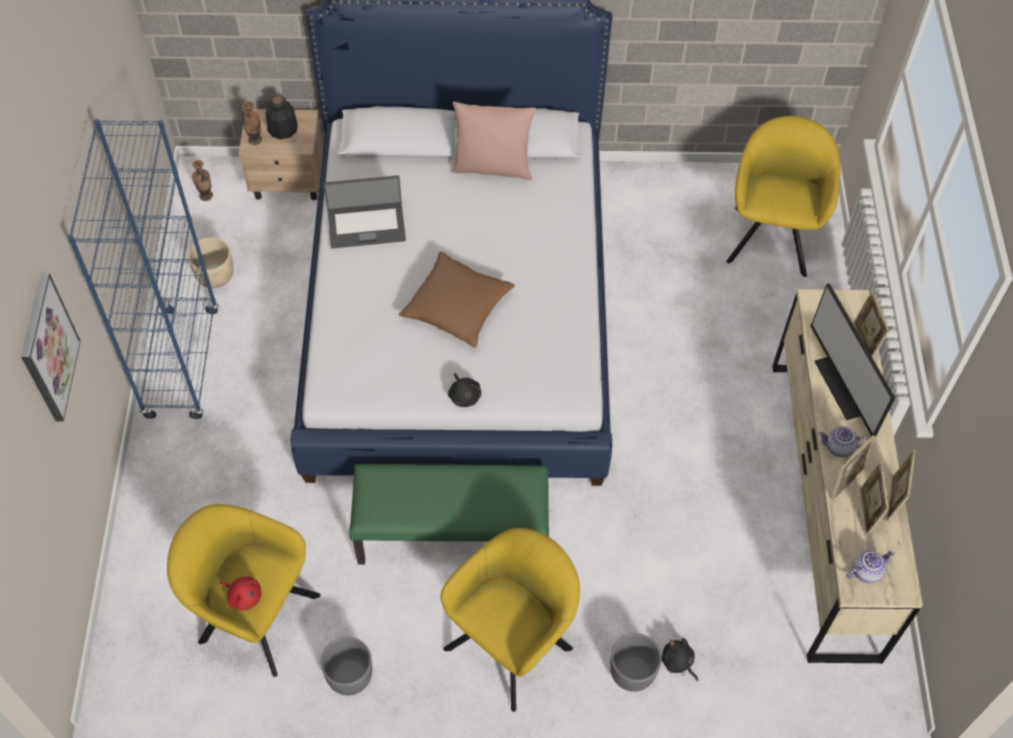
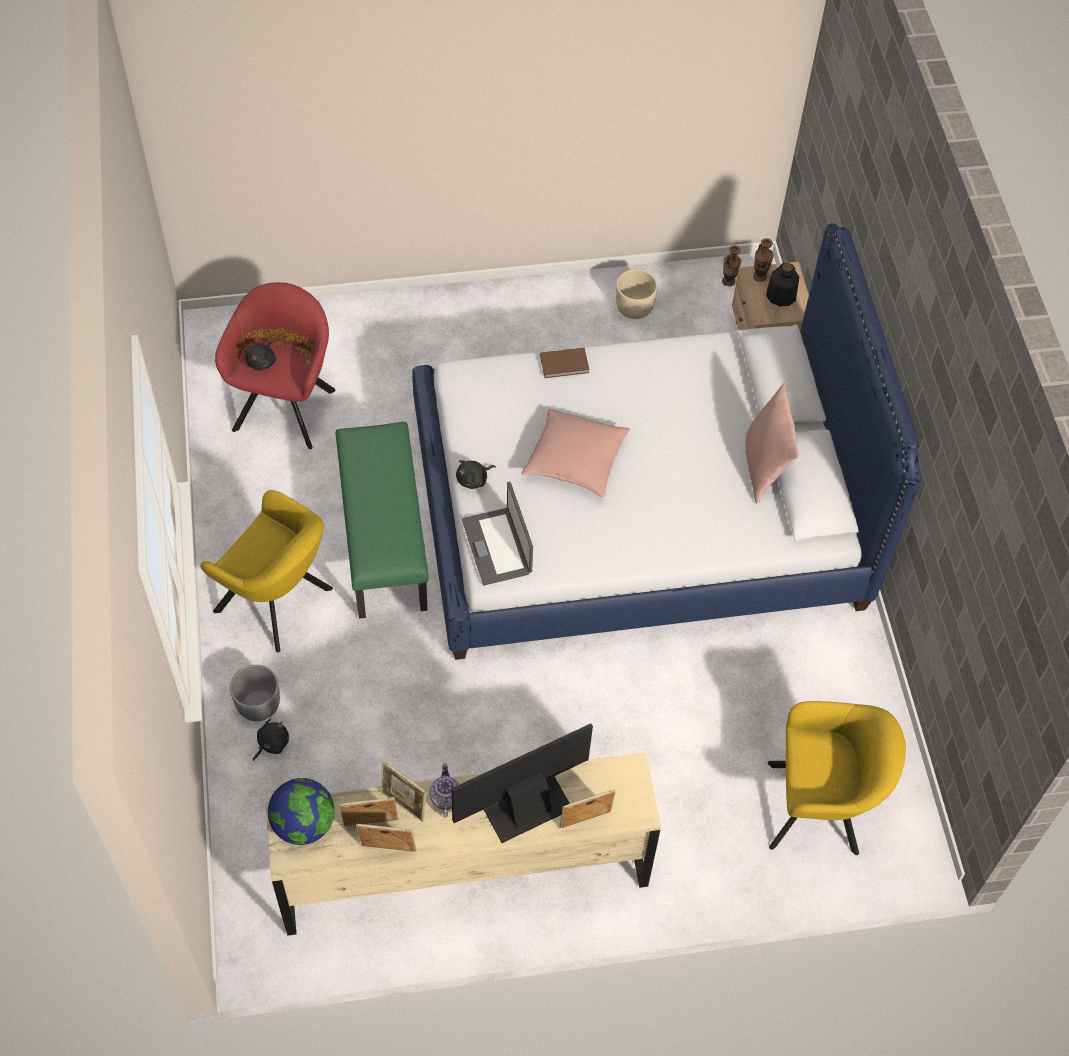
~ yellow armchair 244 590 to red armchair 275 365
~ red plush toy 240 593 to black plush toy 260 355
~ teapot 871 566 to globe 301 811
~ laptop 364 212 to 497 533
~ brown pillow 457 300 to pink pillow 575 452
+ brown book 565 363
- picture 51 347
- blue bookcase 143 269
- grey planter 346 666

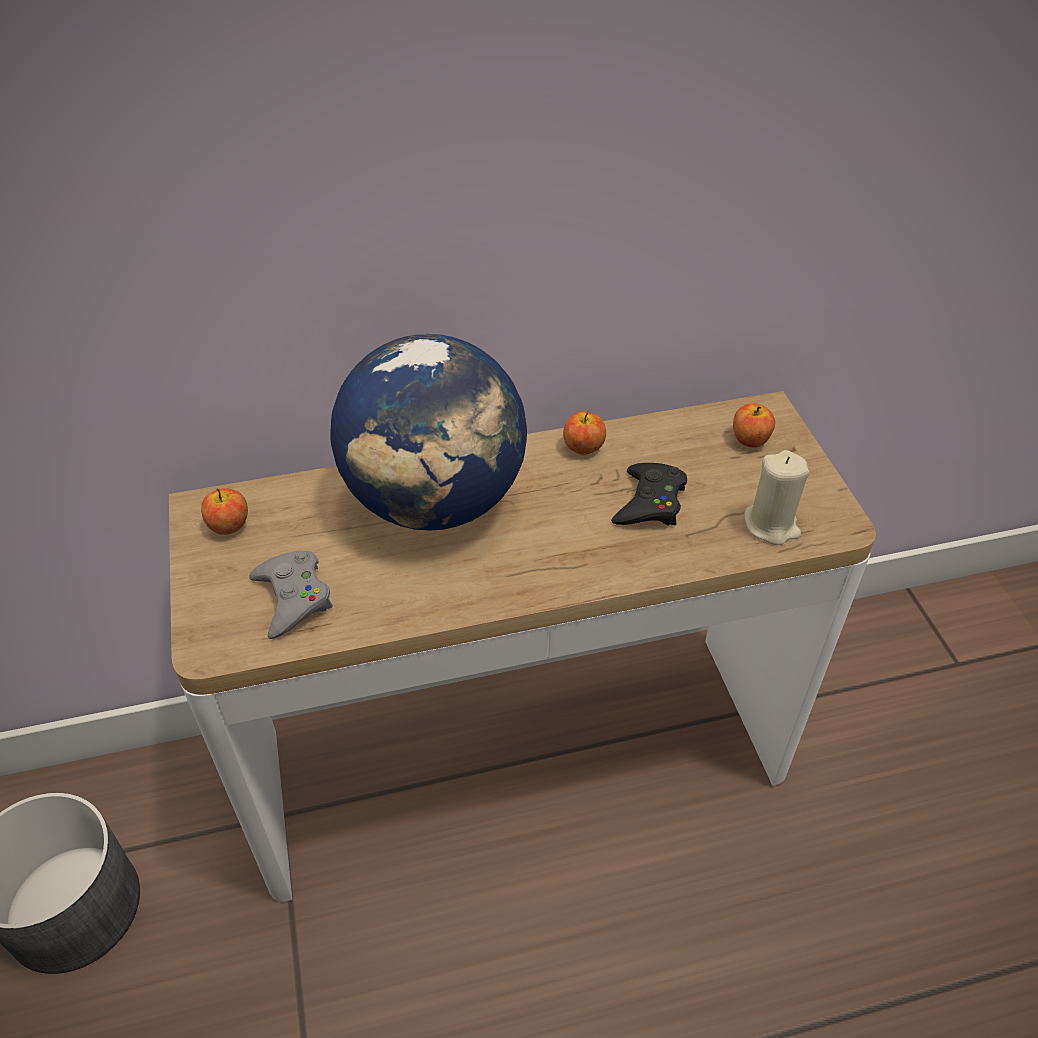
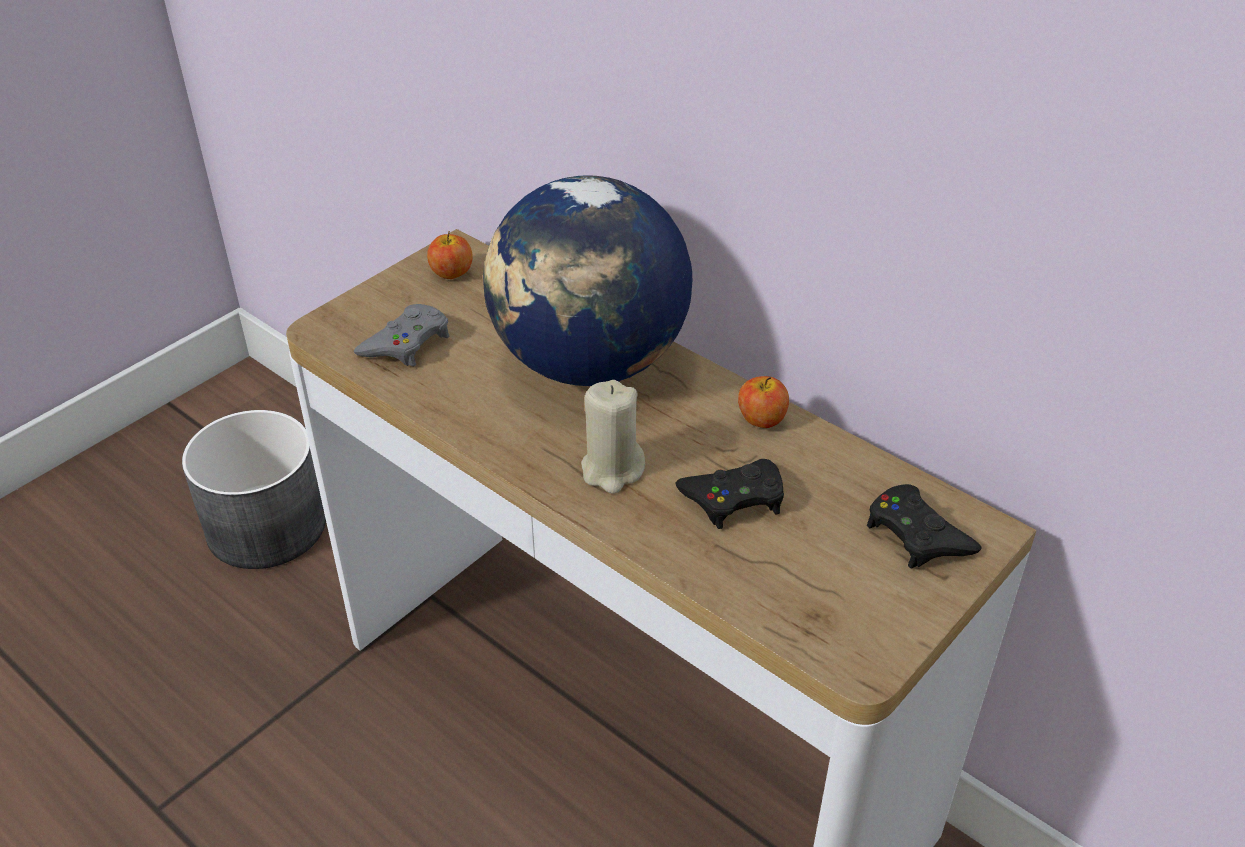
~ beige candle 776 497 to 613 437
~ apple 754 425 to black game controller 924 526

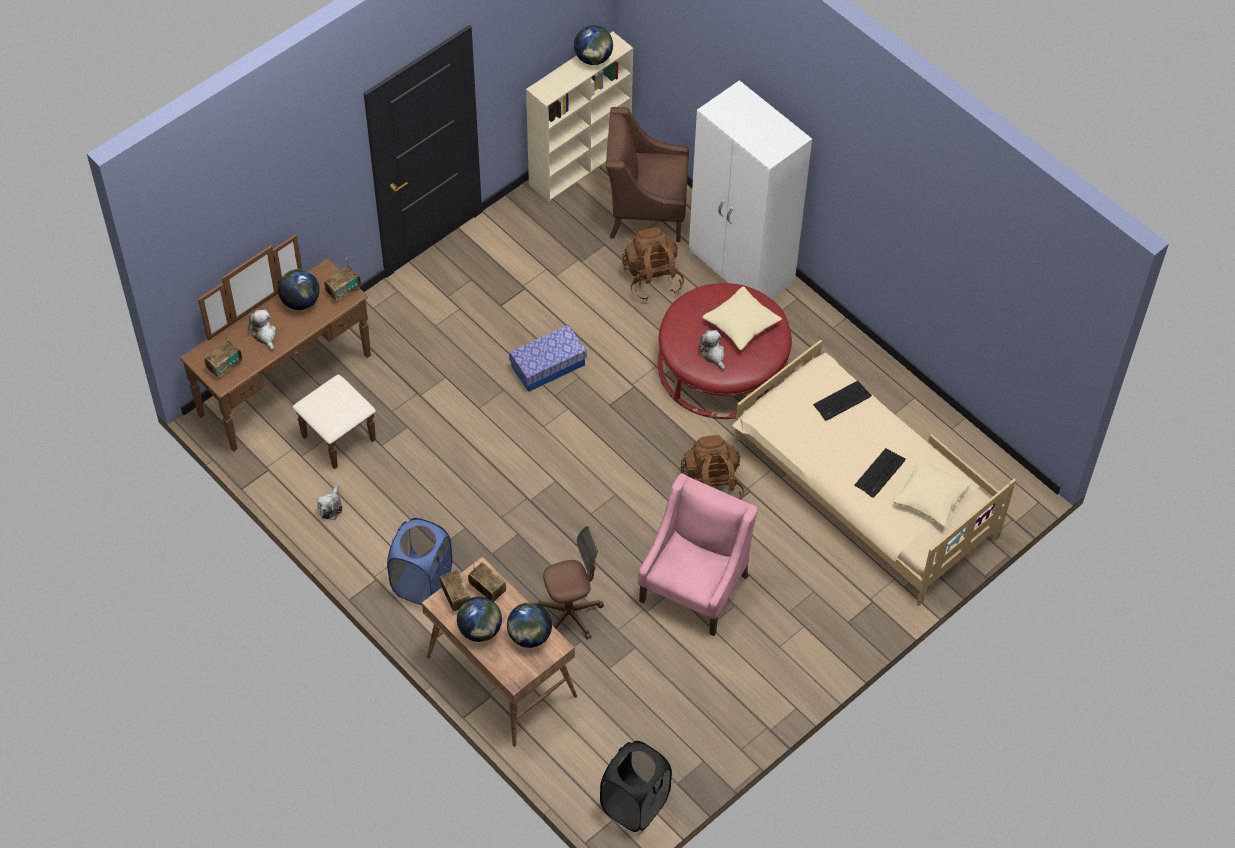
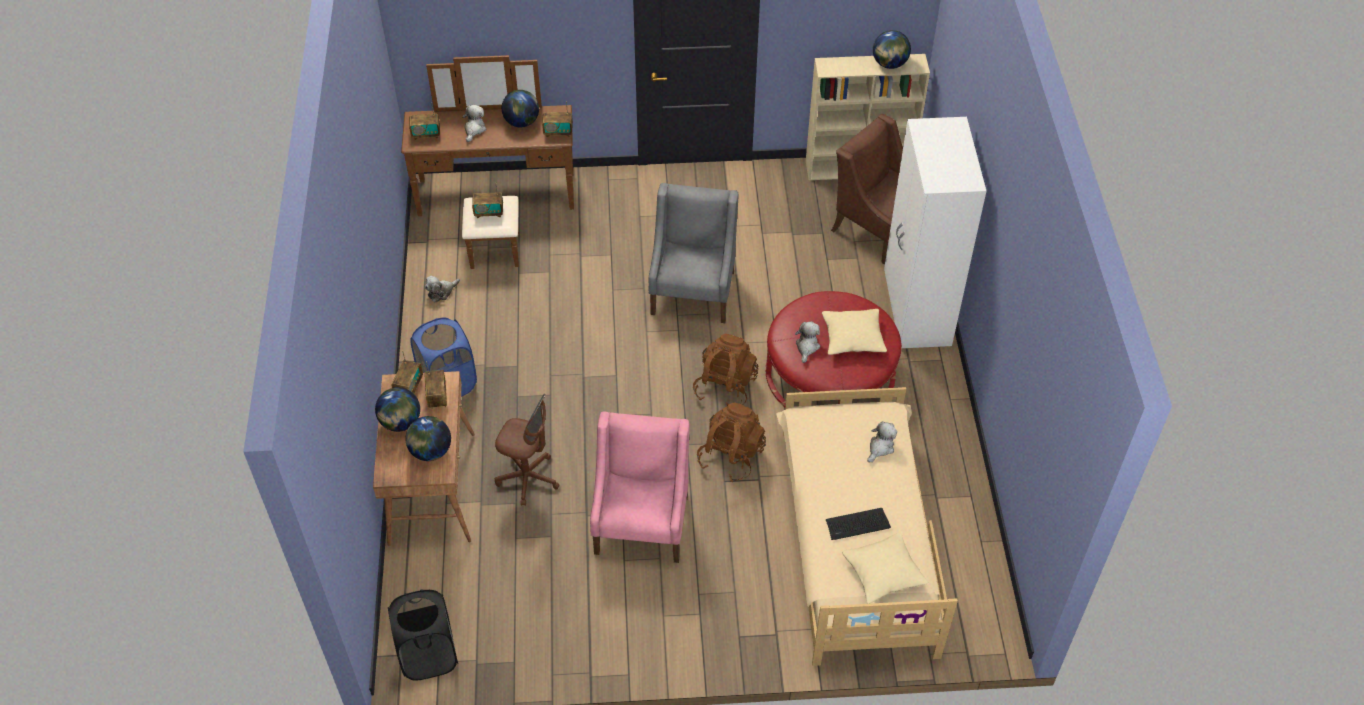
+ radio 487 200
~ pink armchair 698 555 = 639 487 60 degrees counterclockwise
~ storage box 548 358 to grey armchair 693 253
~ brown backpack 653 264 to 725 370
~ keyboard 842 401 to plush toy 882 441

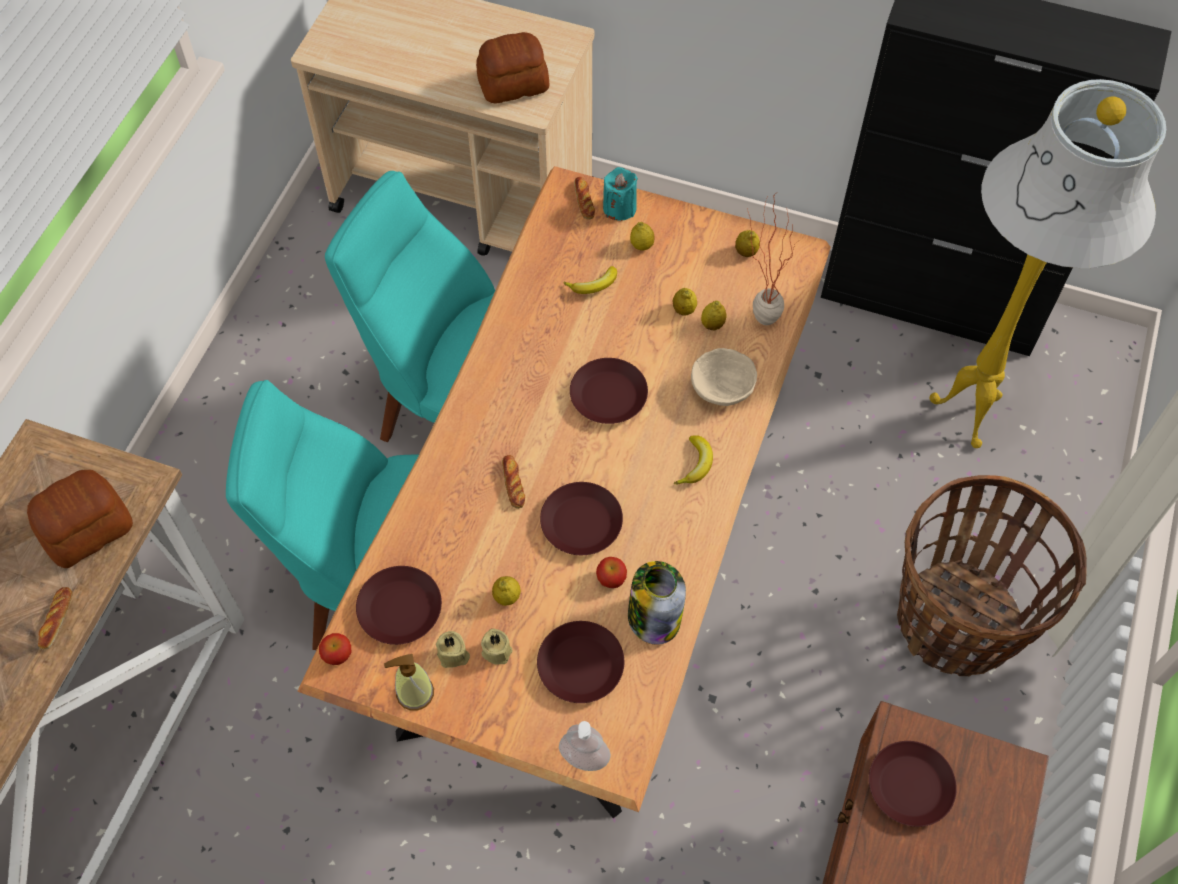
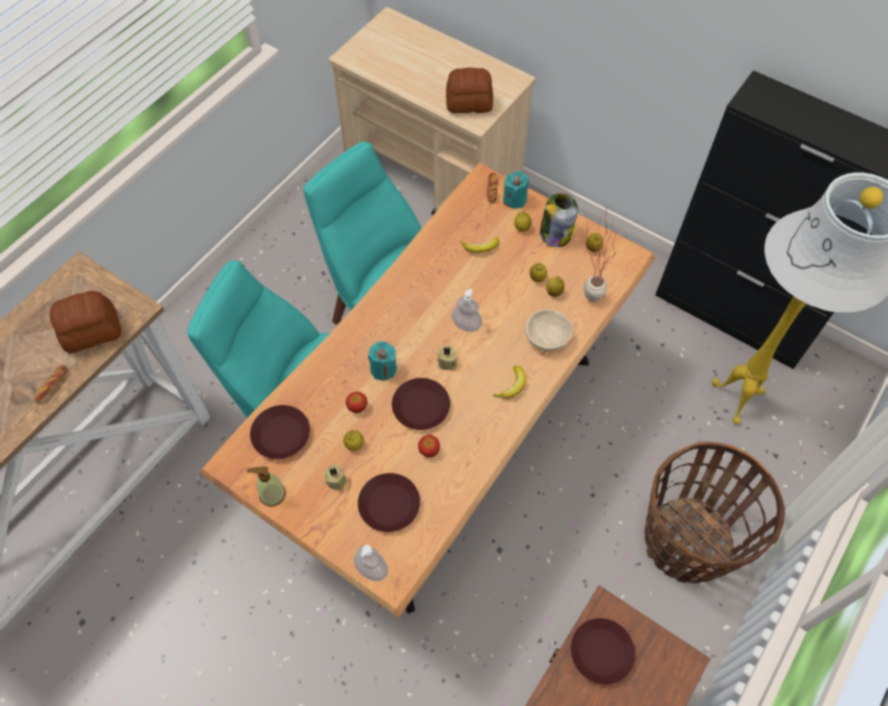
~ apple 335 649 to 356 402
~ bread 513 482 to turquoise candle 382 360
~ beige candle 453 649 to 447 358
~ brown plate 609 391 to soap dispenser 467 310
~ jar 657 603 to 559 220

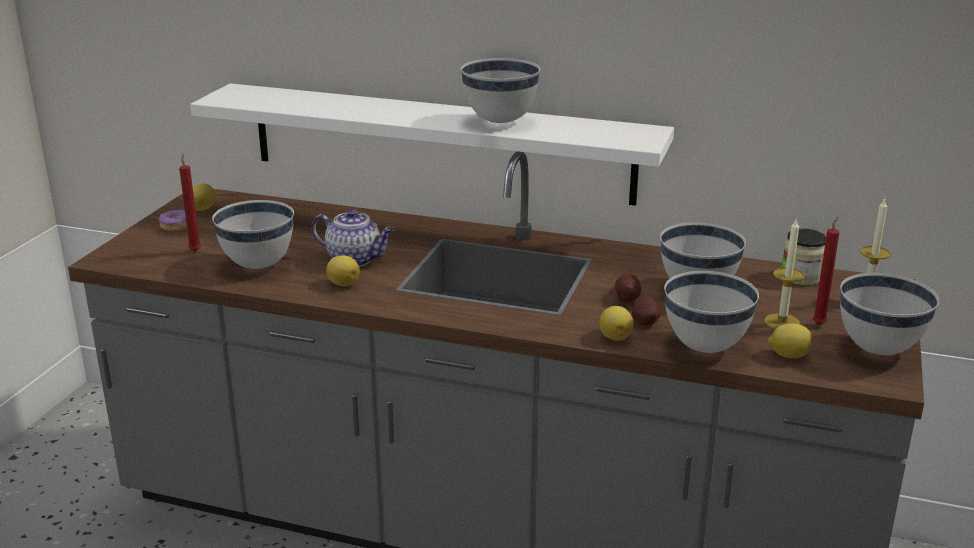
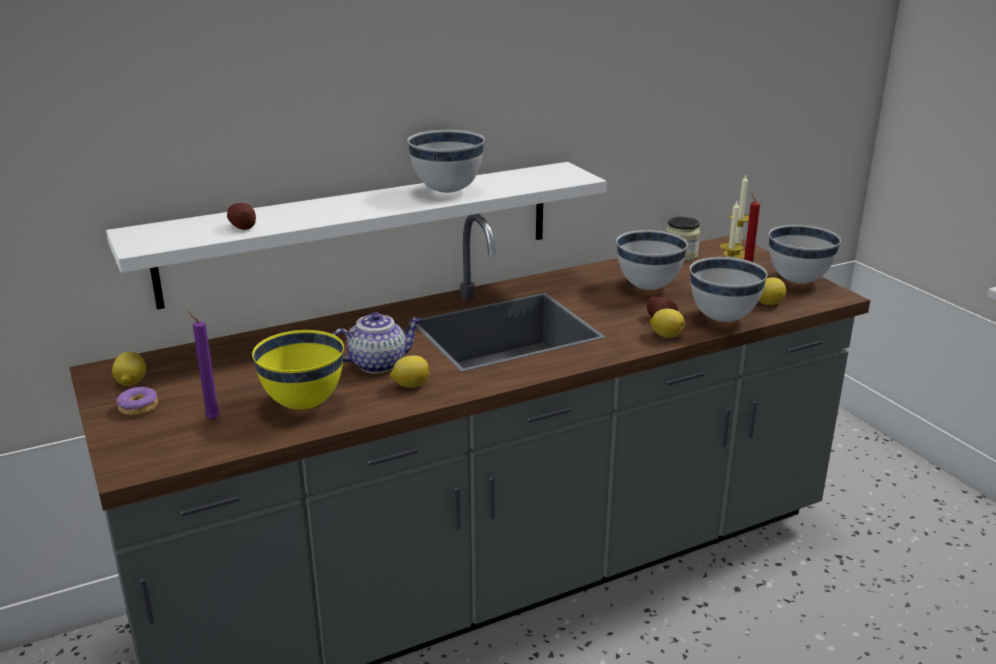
~ red candle 190 202 to purple candle 204 365
~ potato 628 288 to 241 216
~ white bowl 253 234 to yellow bowl 298 370

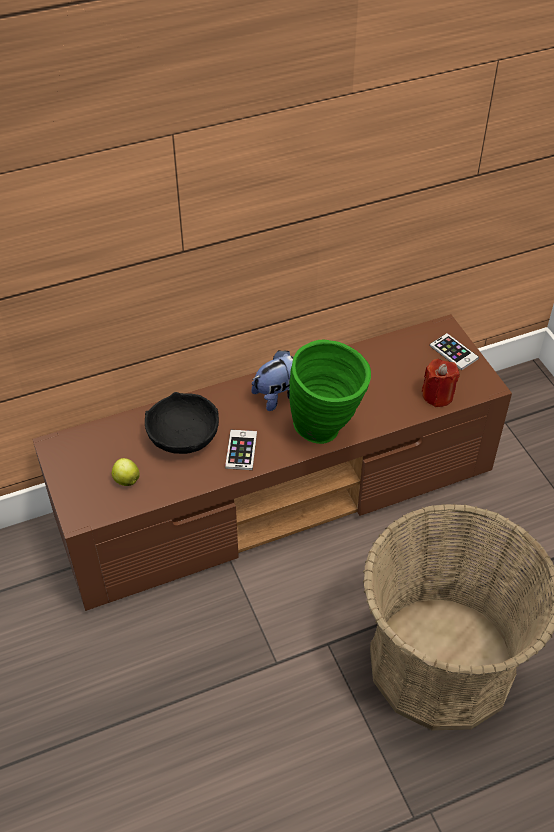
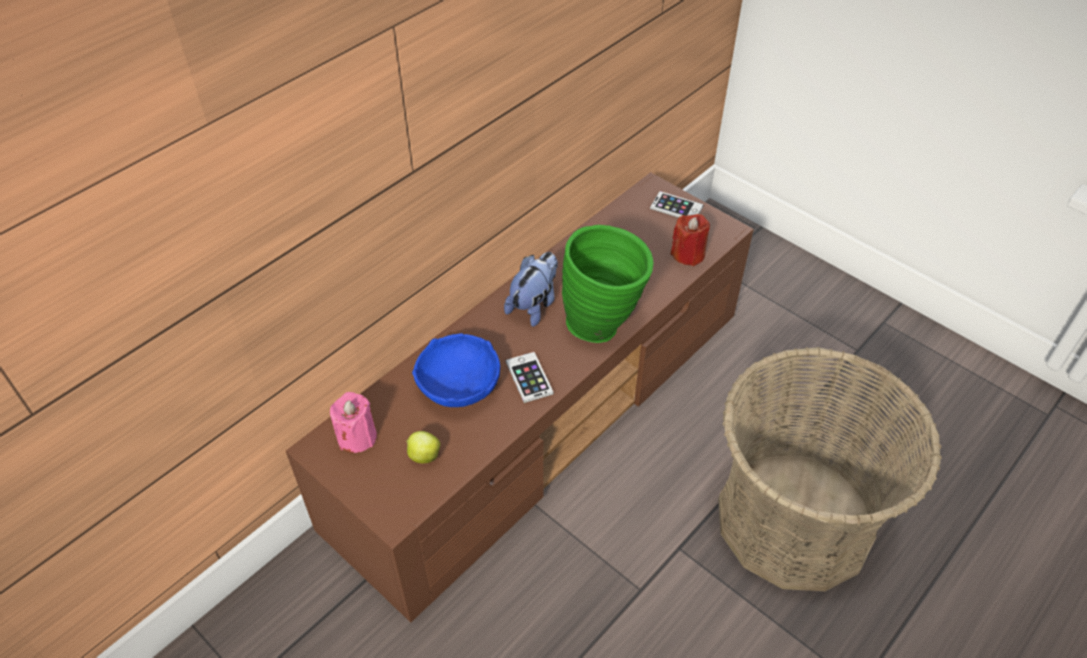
+ pink candle 353 422
~ black bowl 182 423 to blue bowl 456 370

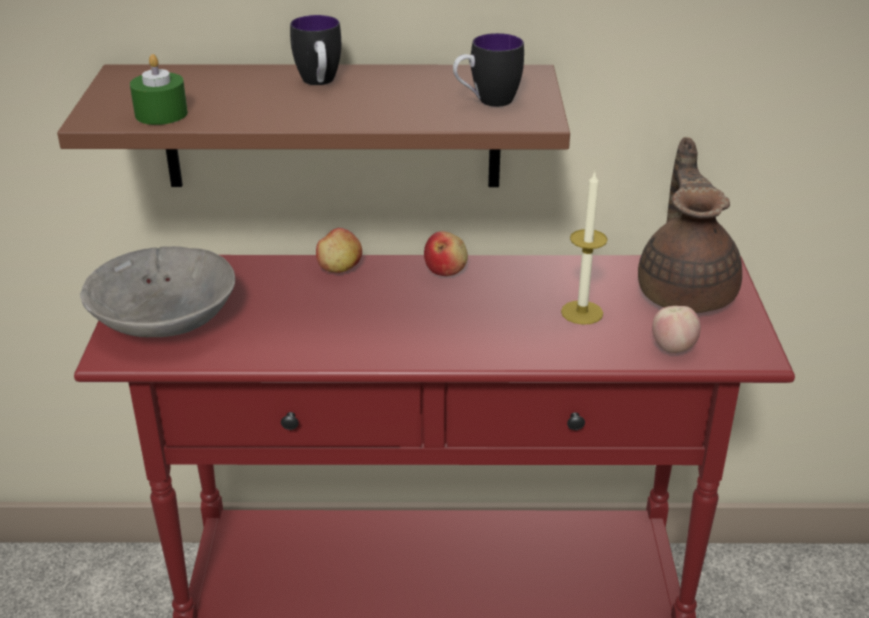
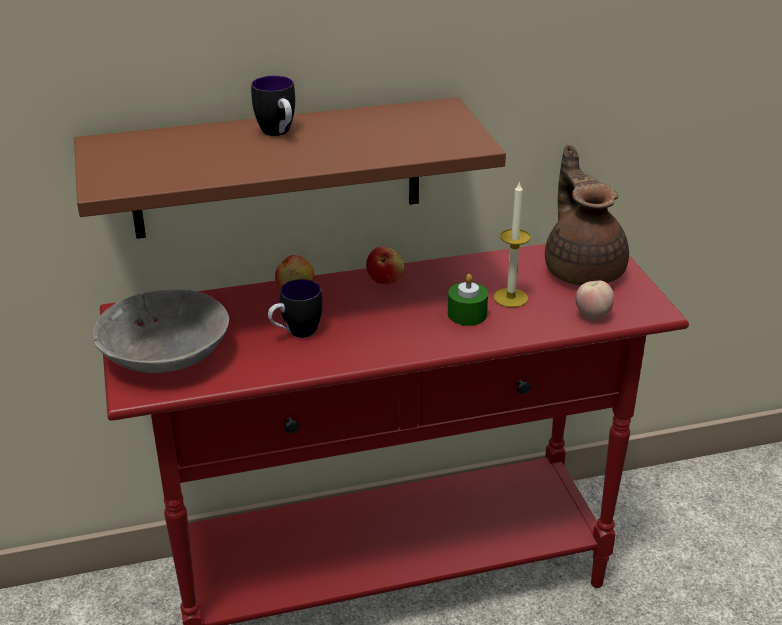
~ mug 488 70 to 295 308
~ green candle 159 89 to 468 300

